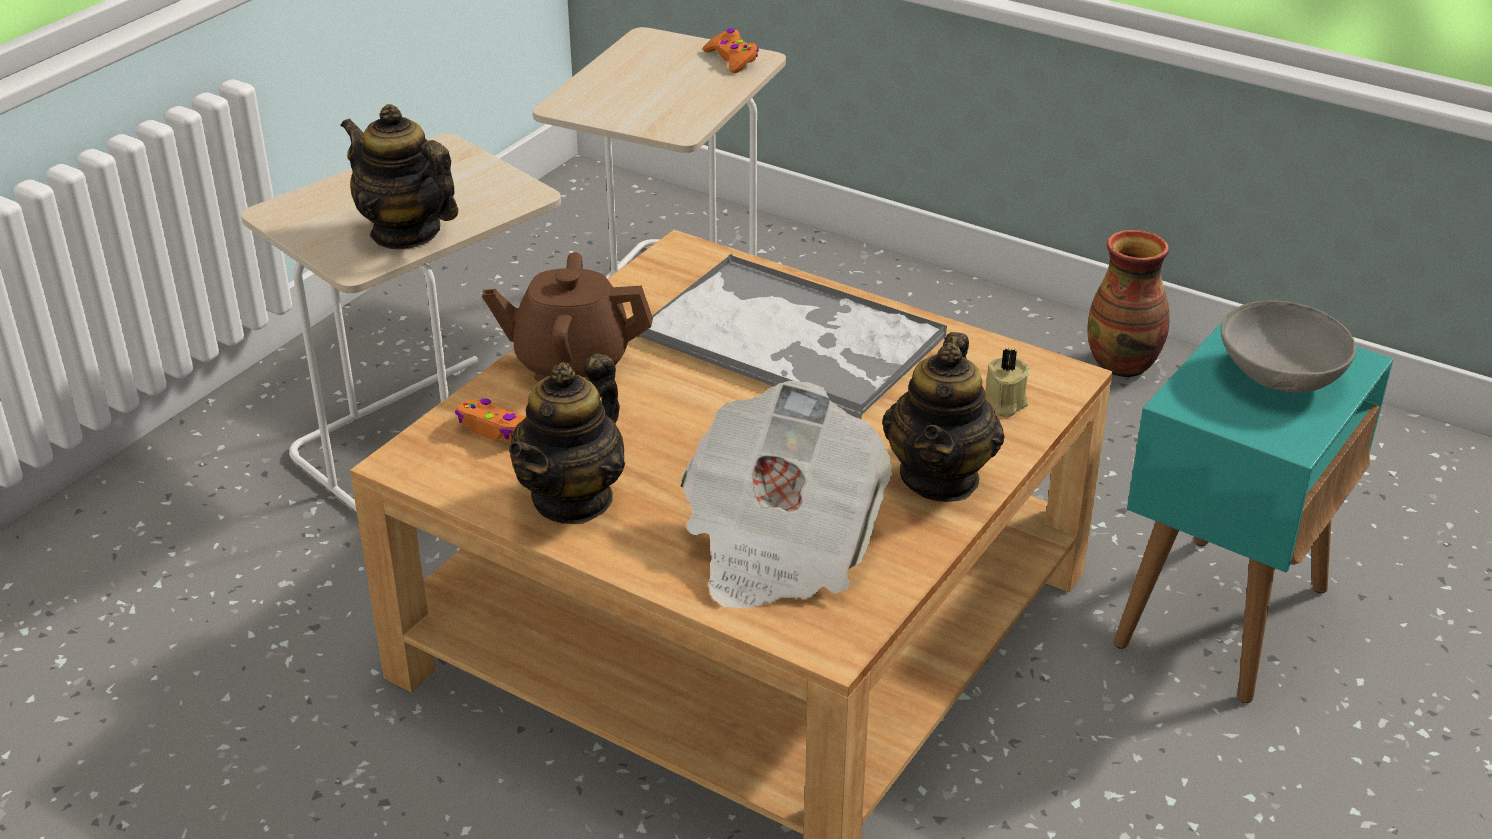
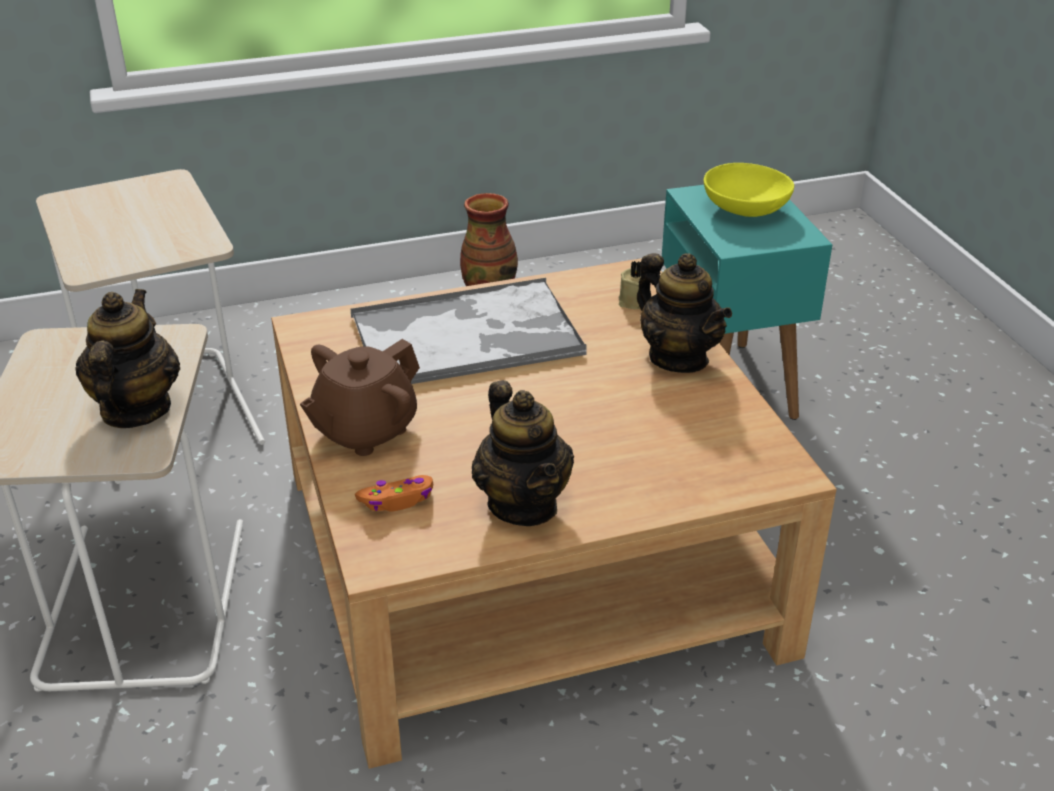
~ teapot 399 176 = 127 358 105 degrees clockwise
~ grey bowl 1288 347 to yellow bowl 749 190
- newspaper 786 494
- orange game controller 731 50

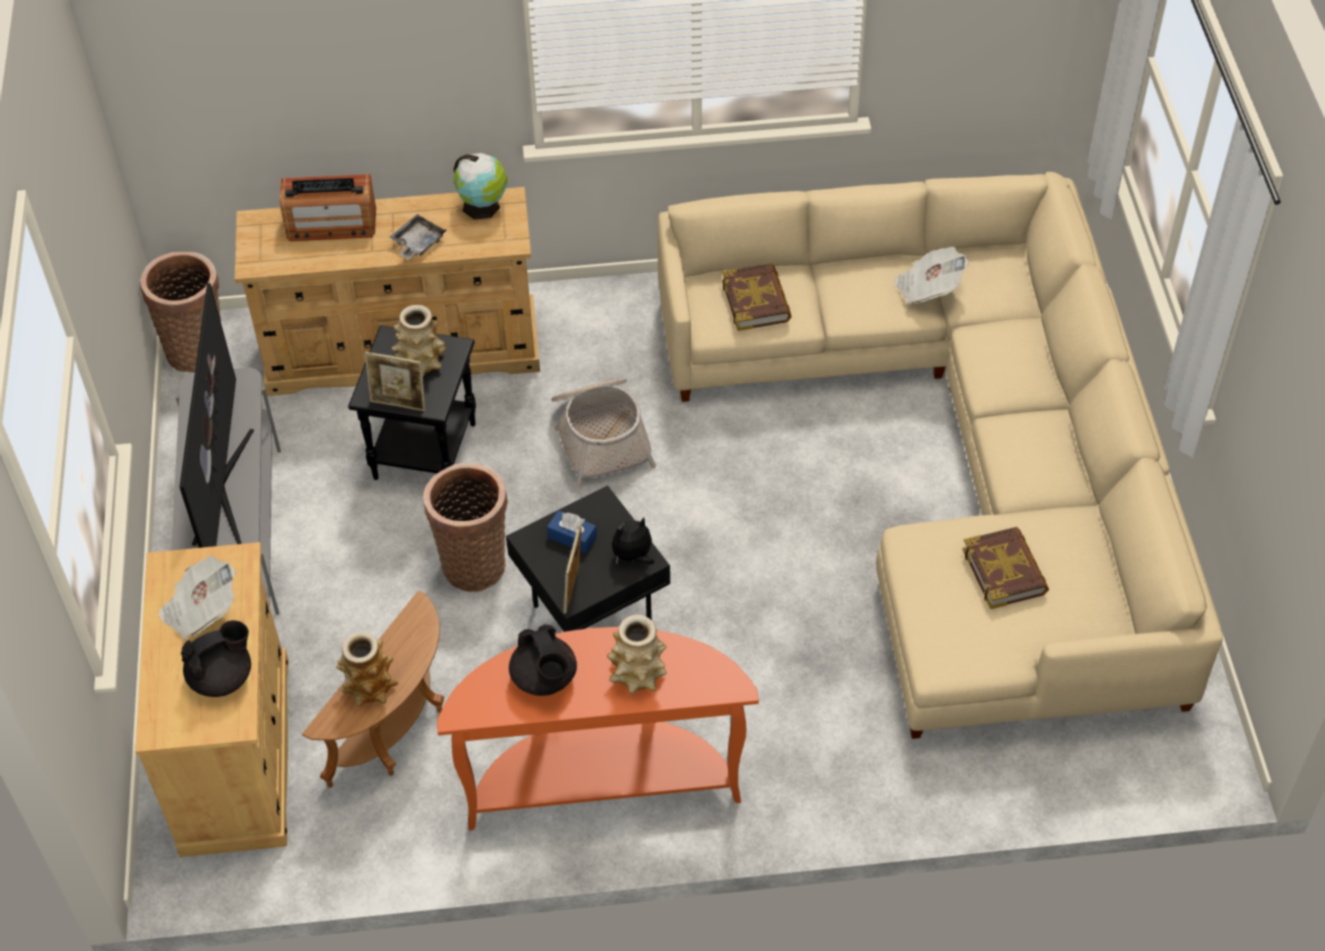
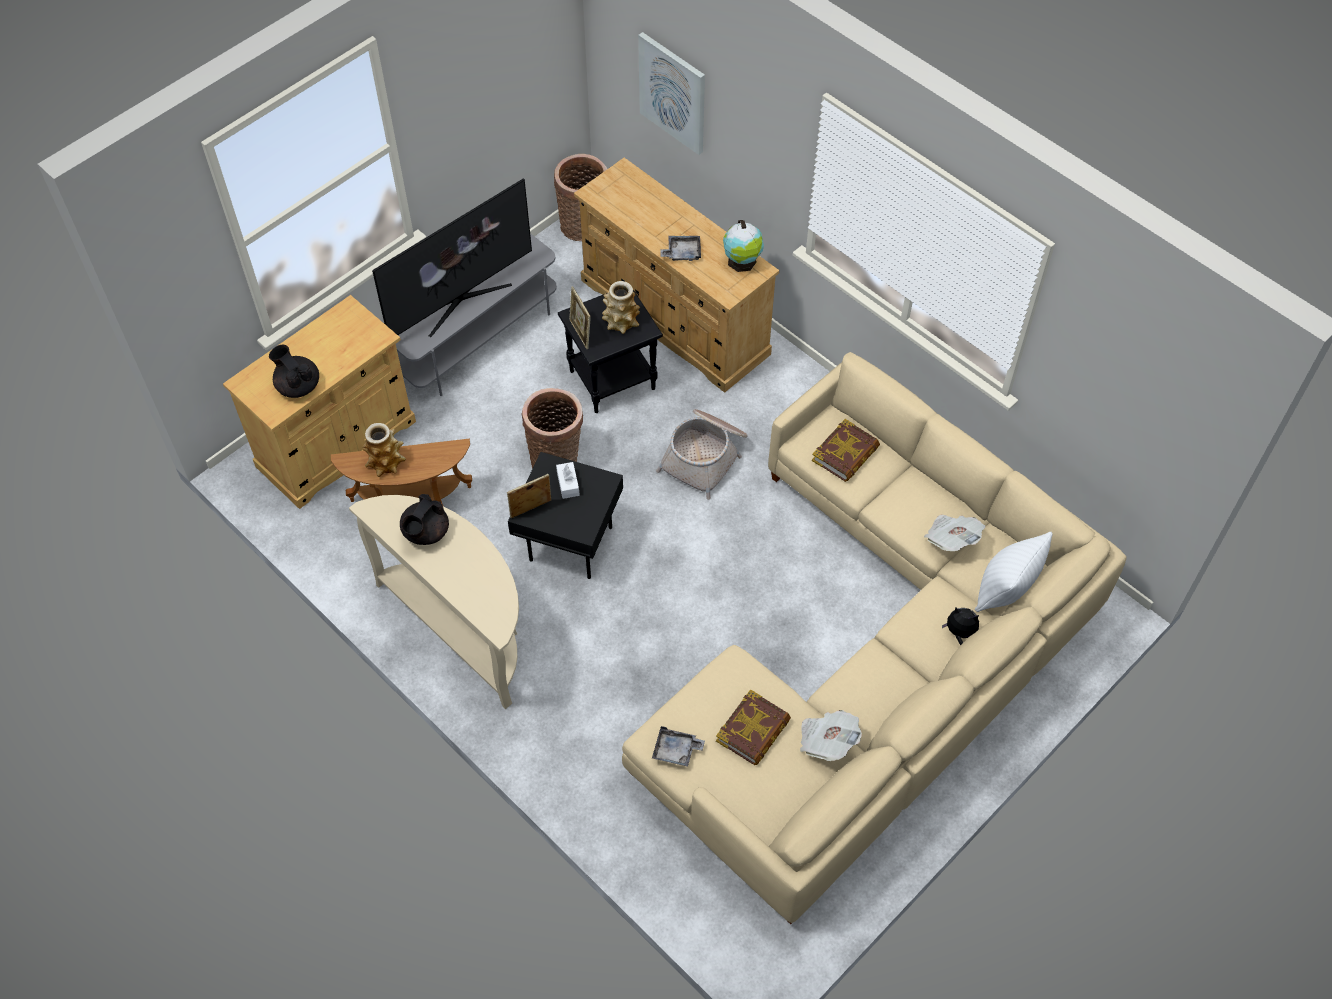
~ black teapot 216 658 = 294 371 150 degrees counterclockwise
~ orange console table 598 729 to beige console table 434 602
~ blue tissue box 572 531 to white tissue box 568 480
+ picture 671 93
+ grey tray 678 746
~ newspaper 197 598 to 831 735
~ plush toy 633 540 to 960 626
+ white pillow 1014 572
- radio 328 207
- vase 636 654

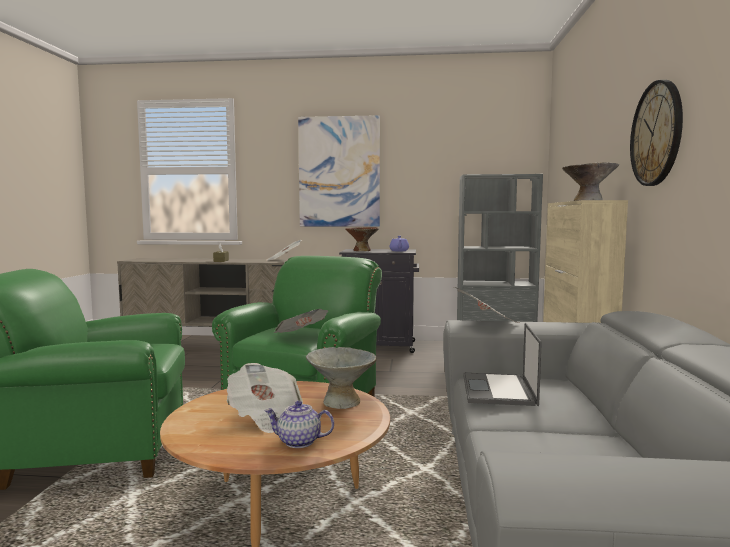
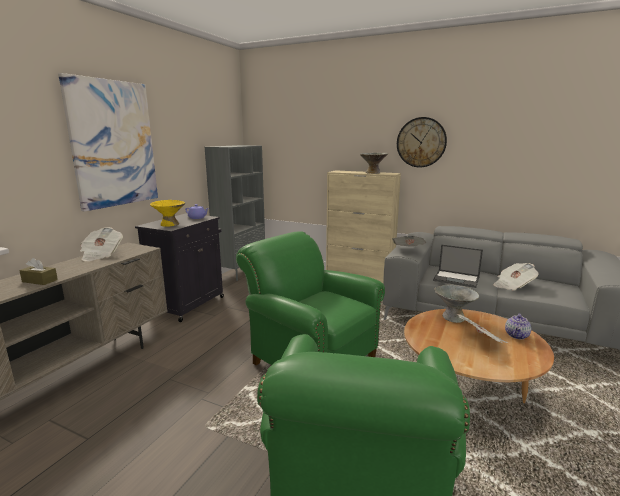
~ brown bowl 362 239 to yellow bowl 167 213
~ newspaper 300 321 to 516 276

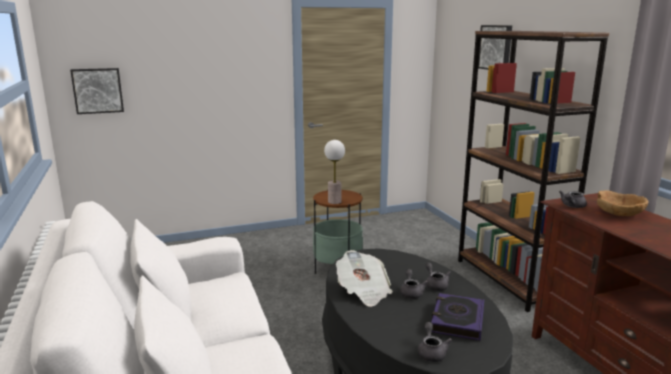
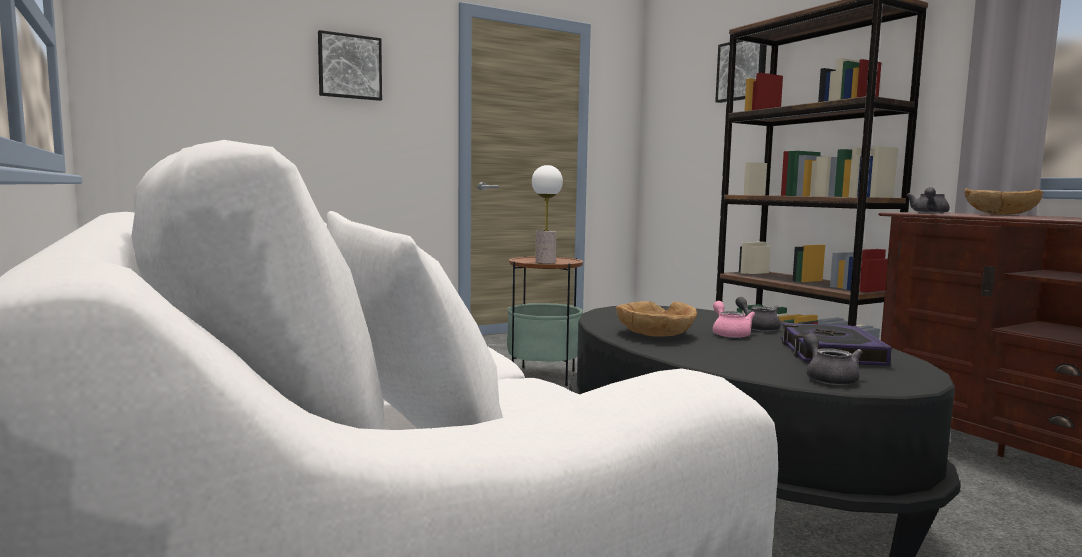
~ picture 97 91 to 350 65
~ newspaper 364 278 to brown bowl 656 319
~ grey teapot 414 284 to pink teapot 734 319

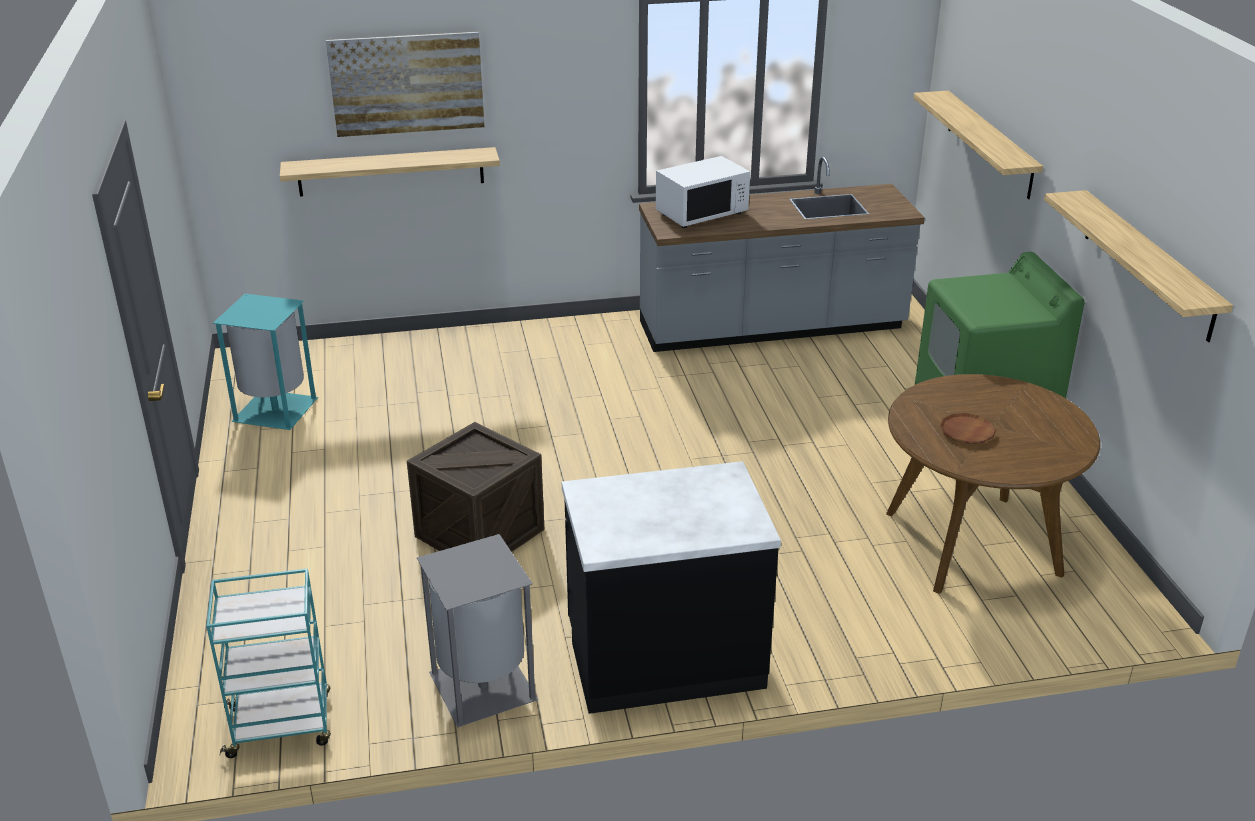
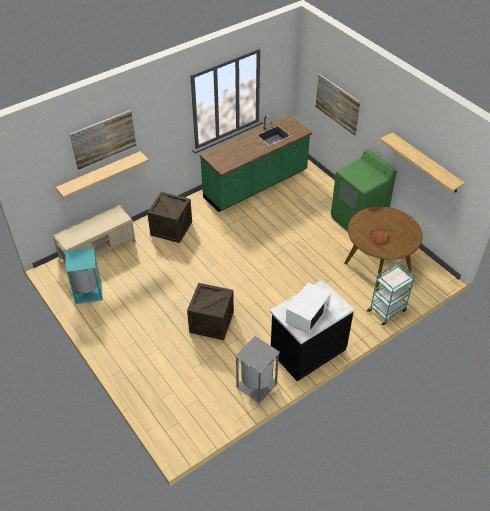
+ beige bench 94 234
+ crate 169 217
~ grey counter 782 254 to green counter 256 163
~ white microwave 703 192 to 308 308
~ shelf 978 145 to picture 338 104
~ turquoise cart 268 663 to 391 293

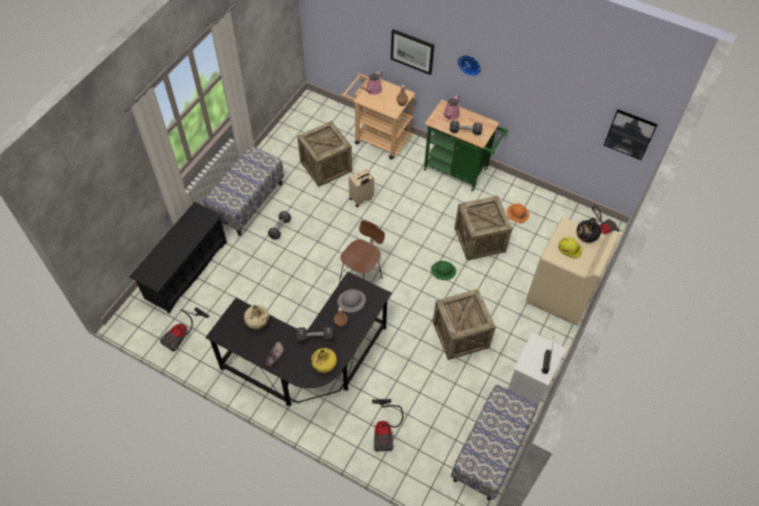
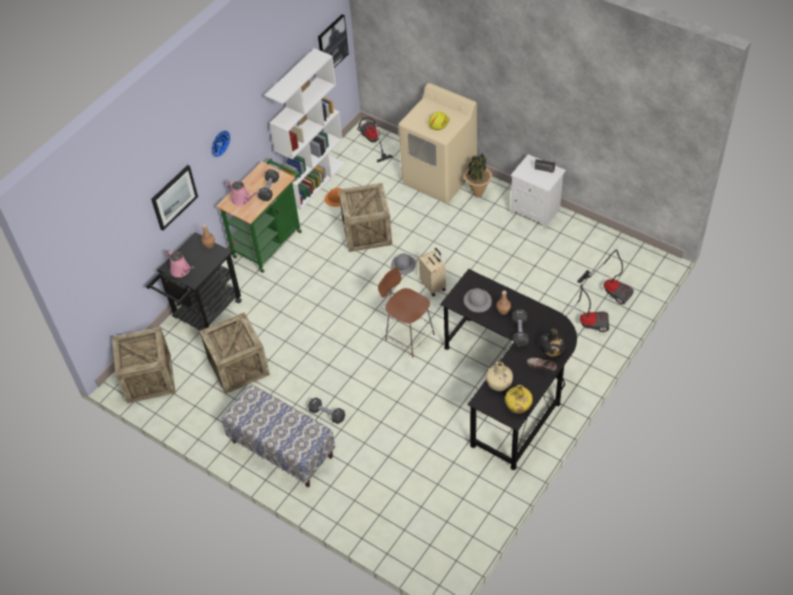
~ crate 464 324 to 143 365
~ beige cart 378 116 to black cart 194 281
+ white bookcase 304 129
~ green hard hat 443 270 to grey hard hat 403 264
~ beige suitcase 361 188 to 432 272
+ potted plant 478 175
~ yellow bottle 324 360 to 519 399
~ black bottle 589 230 to 552 342
~ vacuum cleaner 184 329 to 605 277
- black shoe rack 178 258
- bench 494 442

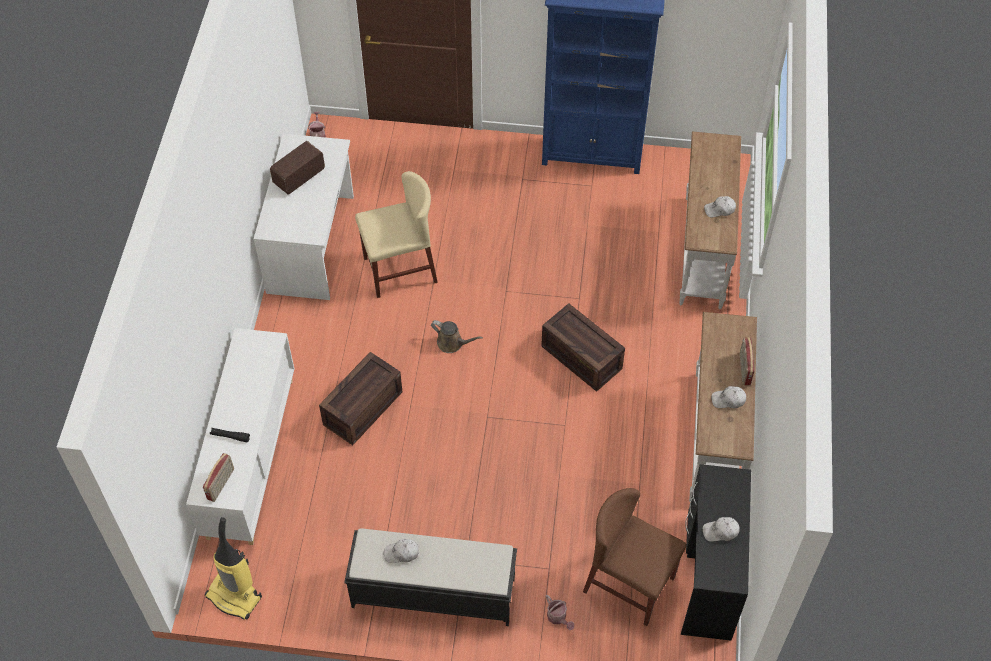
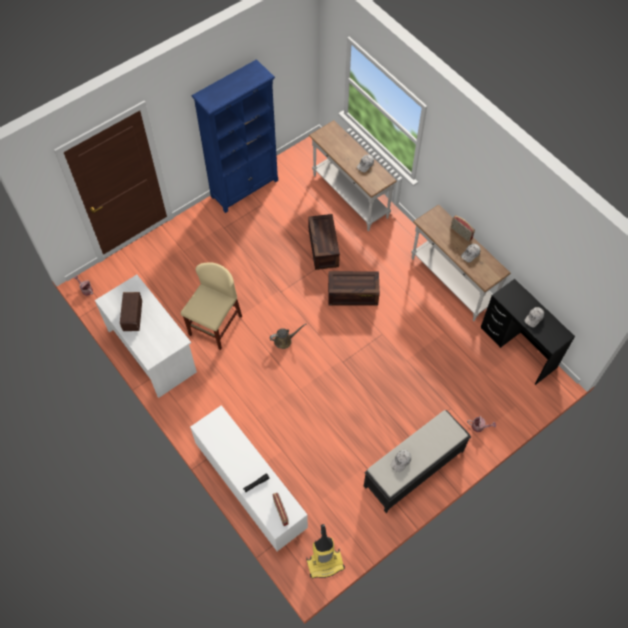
~ crate 360 398 to 324 242
- brown chair 634 557

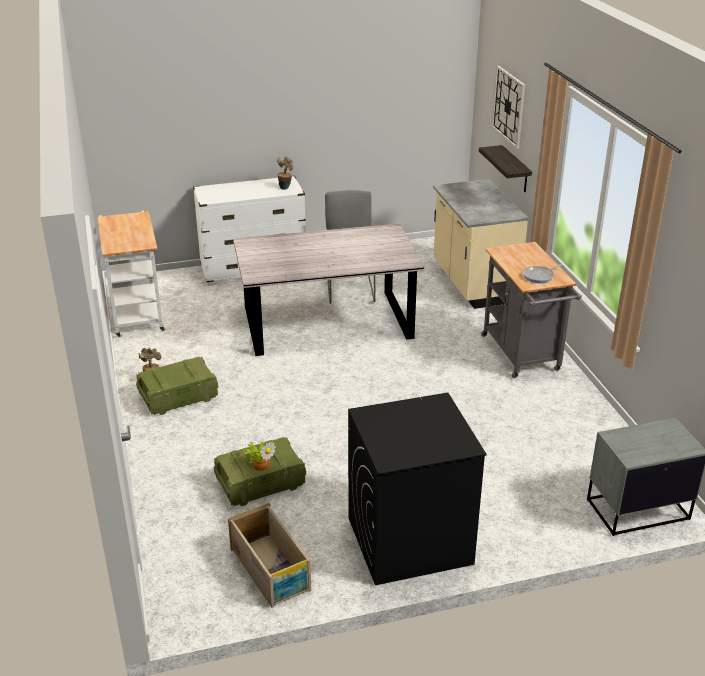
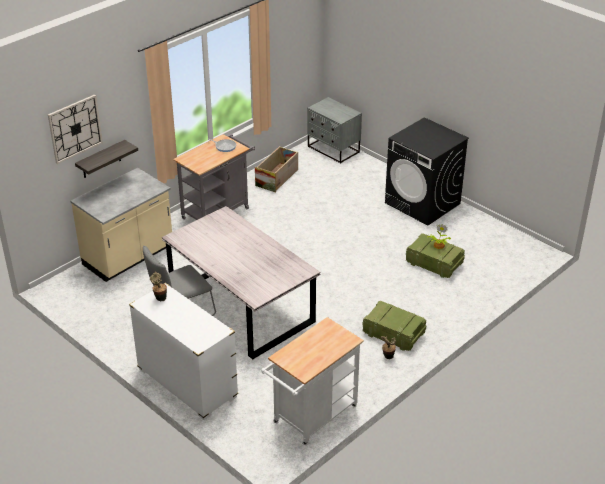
~ crate 269 555 to 276 169

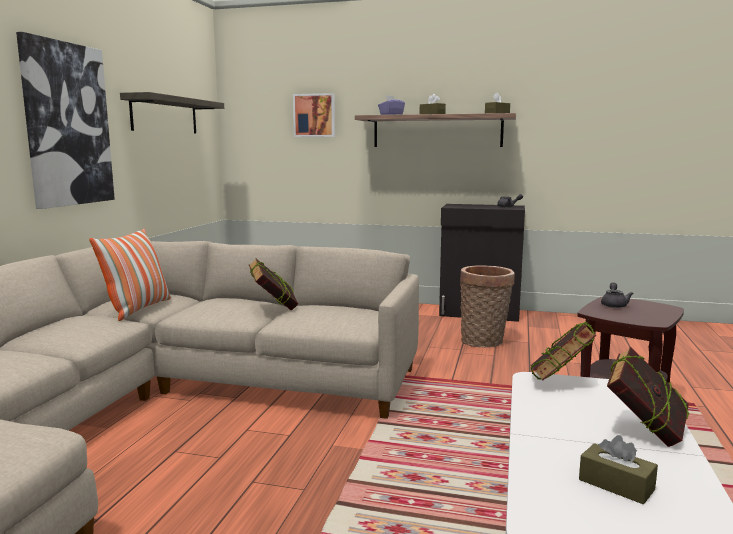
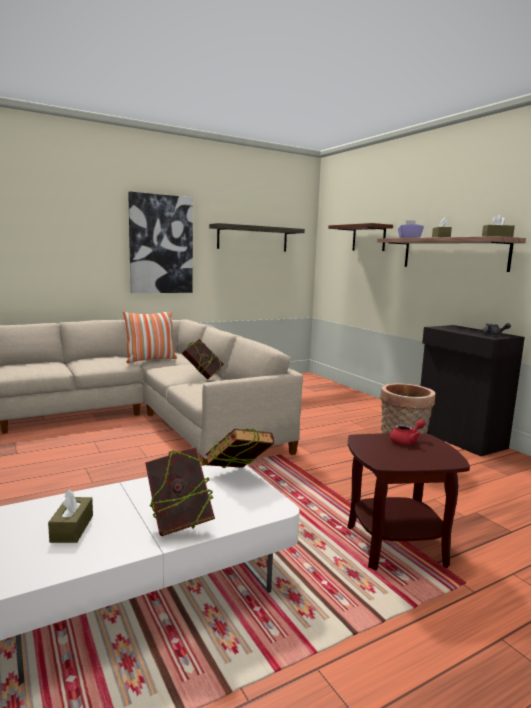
~ picture 314 115 to brown shelf 360 237
~ grey teapot 617 295 to red teapot 407 432

